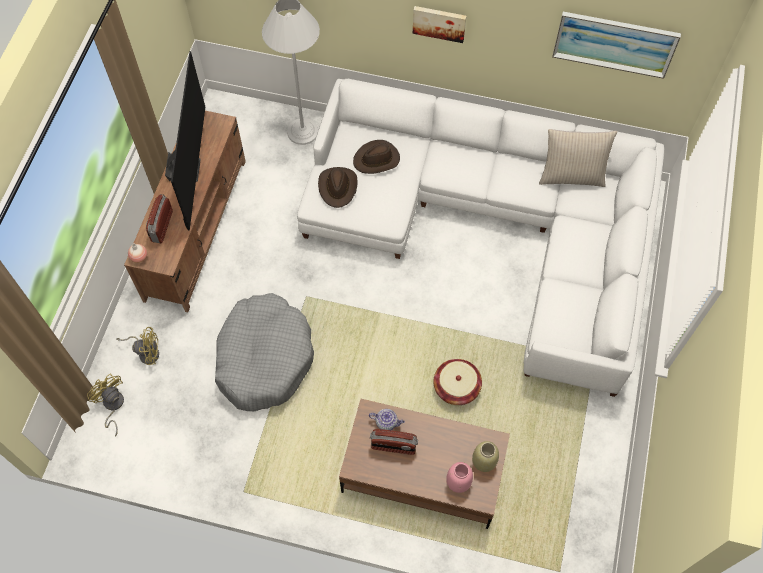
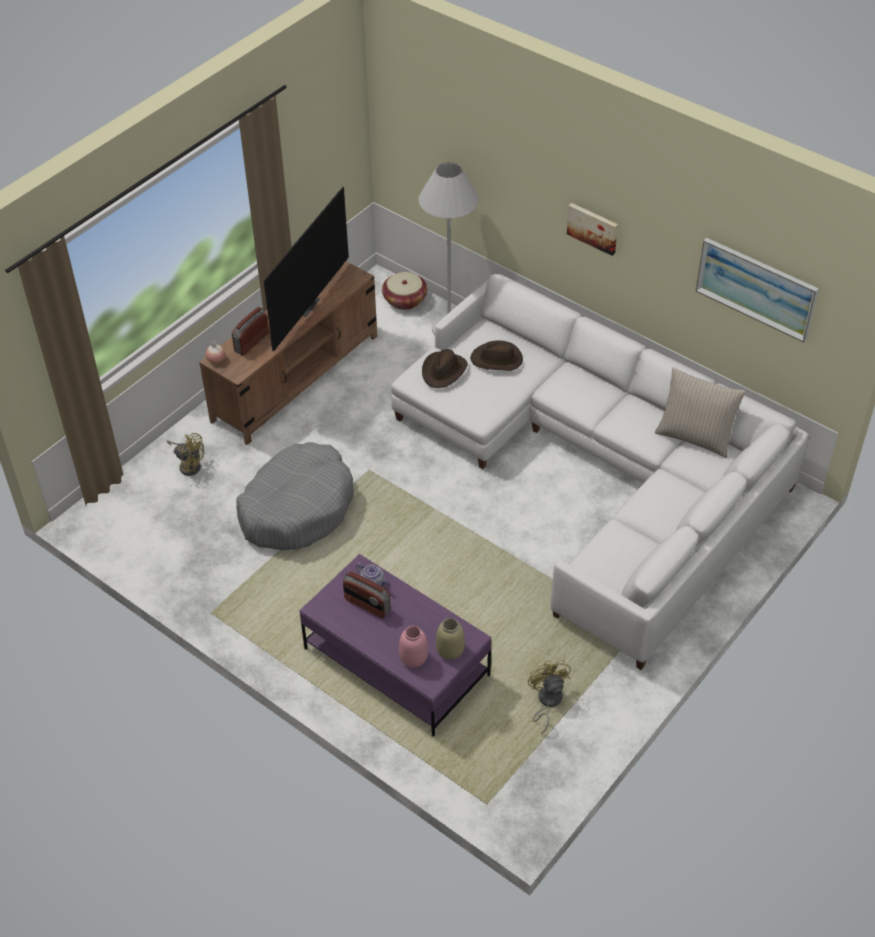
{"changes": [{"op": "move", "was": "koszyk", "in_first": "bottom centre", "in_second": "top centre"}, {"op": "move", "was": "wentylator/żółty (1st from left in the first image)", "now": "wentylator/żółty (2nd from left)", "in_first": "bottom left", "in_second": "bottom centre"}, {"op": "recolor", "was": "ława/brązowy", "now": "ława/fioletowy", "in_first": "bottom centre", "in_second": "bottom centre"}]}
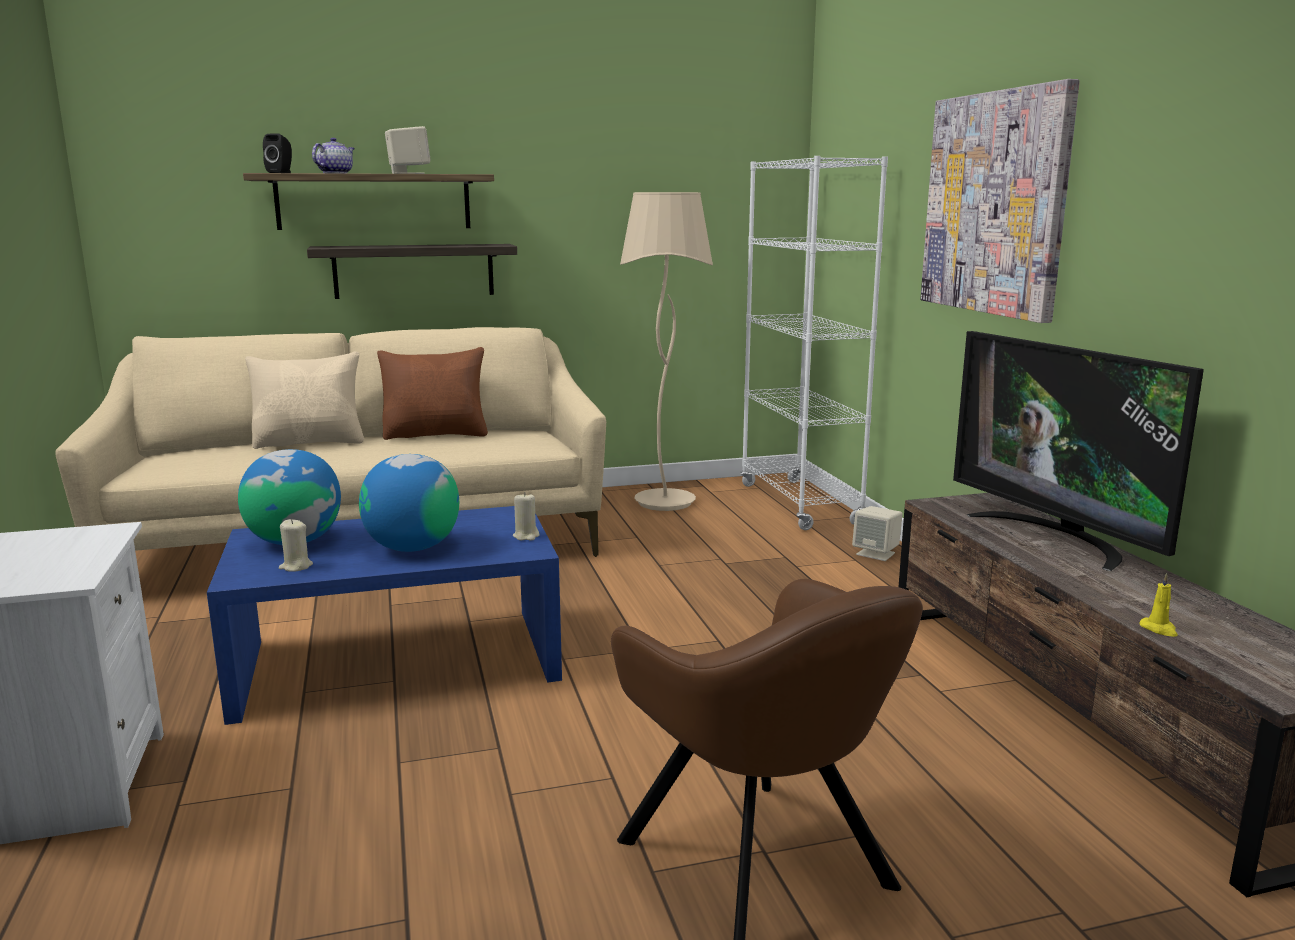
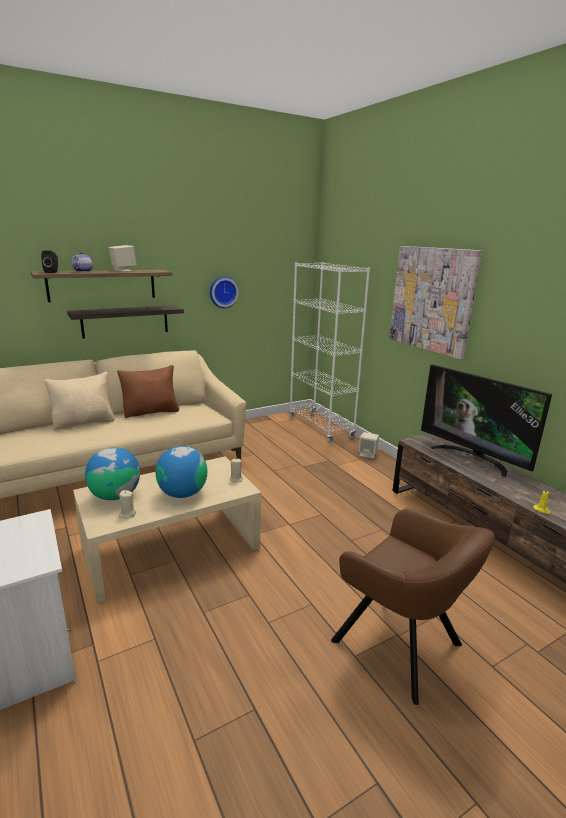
{"changes": [{"op": "delete", "was": "lampa stojąca/beżowy", "in_first": "centre"}, {"op": "recolor", "was": "ława/niebieski", "now": "ława/beżowy", "in_first": "middle left", "in_second": "middle left"}, {"op": "insert", "now": "zegar ścienny", "in_second": "centre"}]}
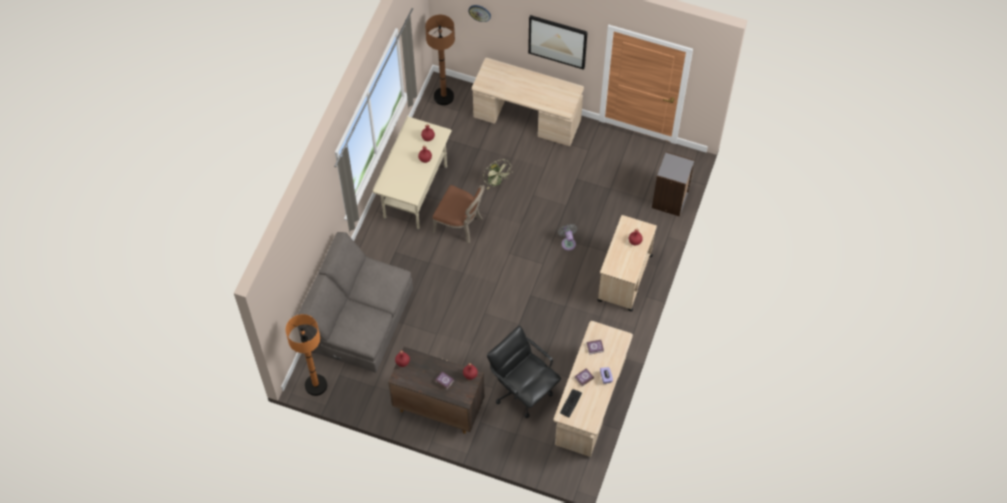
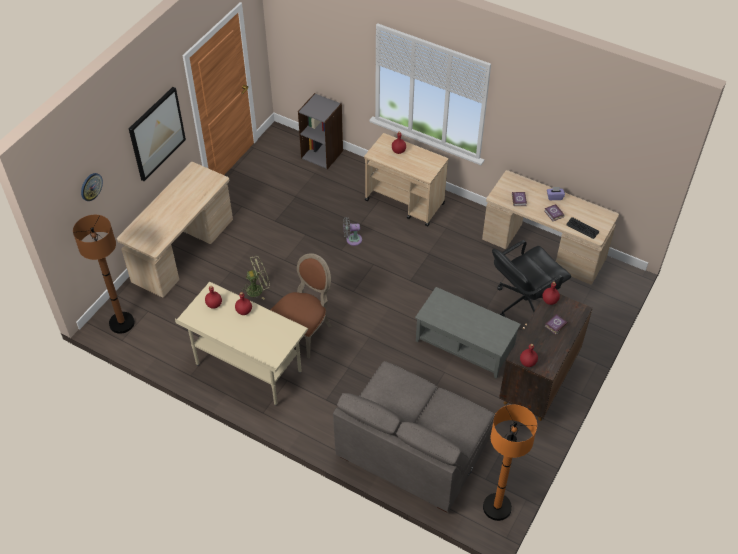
{"changes": [{"op": "insert", "now": "ława/szary", "in_second": "centre"}]}
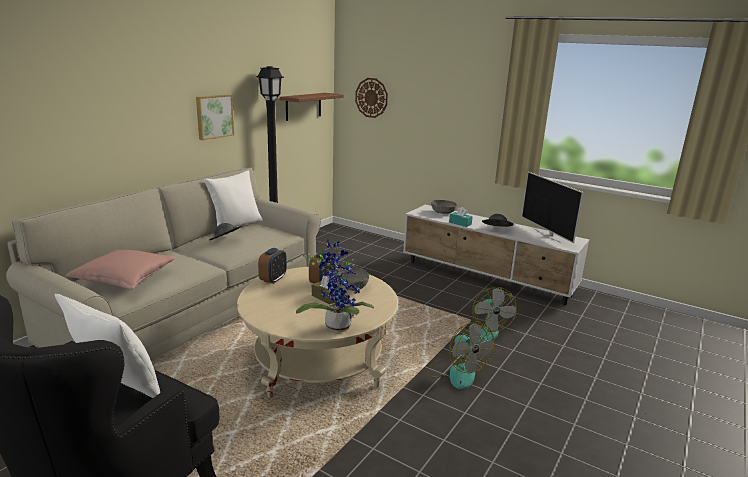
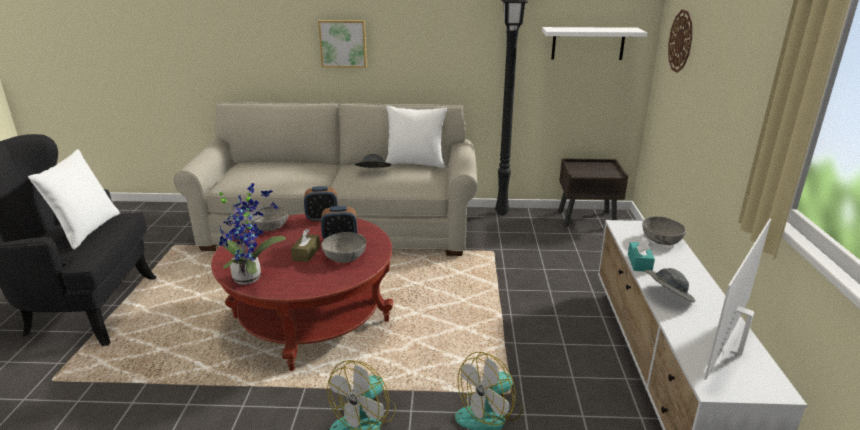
{"changes": [{"op": "recolor", "was": "półka/brązowy", "now": "półka/biały", "in_first": "top centre", "in_second": "top right"}, {"op": "move", "was": "obraz", "in_first": "top left", "in_second": "top centre"}, {"op": "delete", "was": "poduszka/różowy", "in_first": "middle left"}, {"op": "recolor", "was": "ława/beżowy", "now": "ława/czerwony", "in_first": "bottom centre", "in_second": "bottom centre"}, {"op": "insert", "now": "szafka nocna/brązowy", "in_second": "middle right"}, {"op": "insert", "now": "miska/szary (1st from left)", "in_second": "middle left"}]}
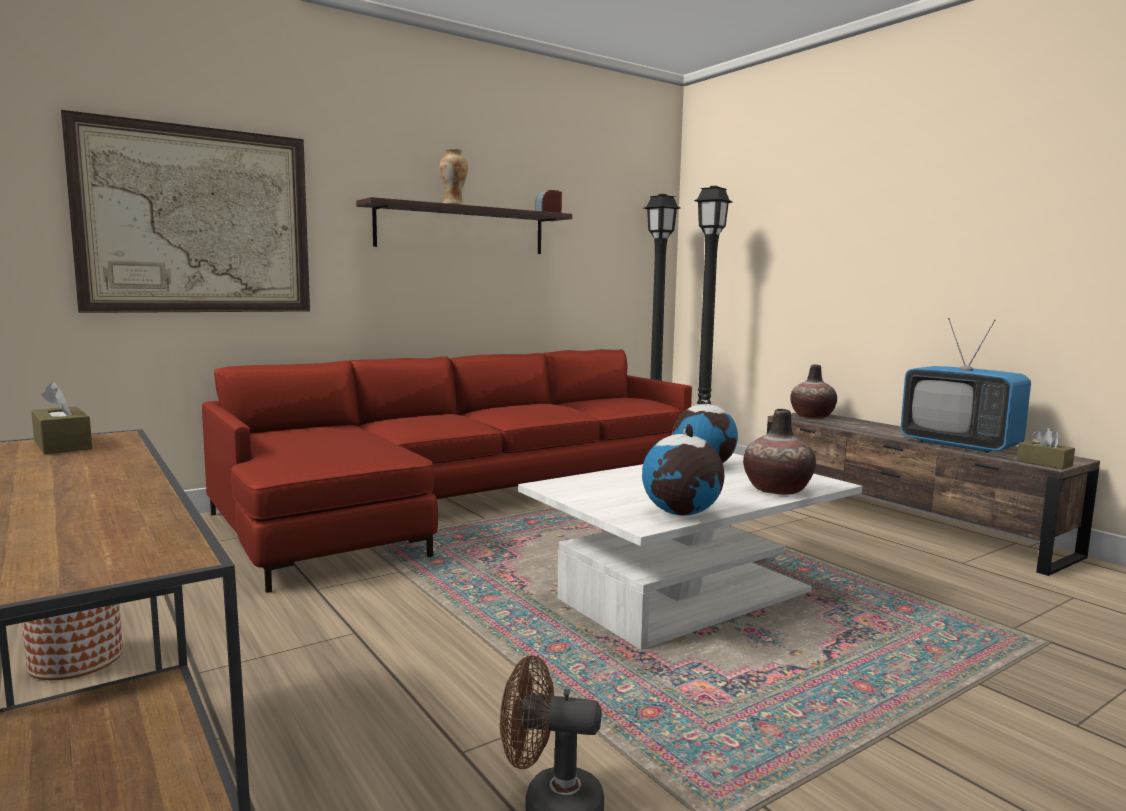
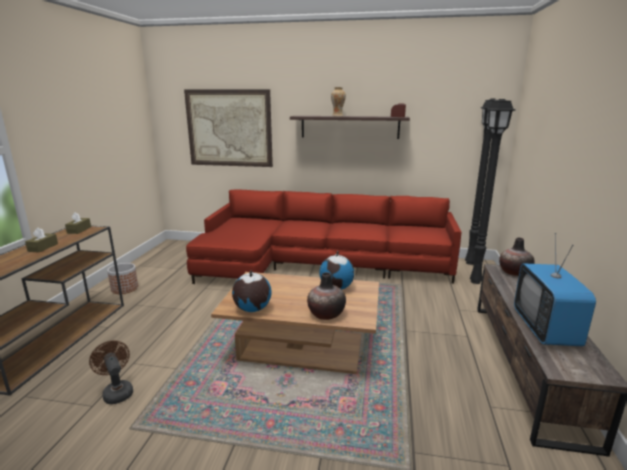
{"changes": [{"op": "move", "was": "pudełko chusteczek/brązowy (2nd from left in the first image)", "now": "pudełko chusteczek/brązowy (1st from left)", "in_first": "middle right", "in_second": "middle left"}, {"op": "recolor", "was": "ława/biały", "now": "ława/brązowy", "in_first": "bottom centre", "in_second": "bottom centre"}]}
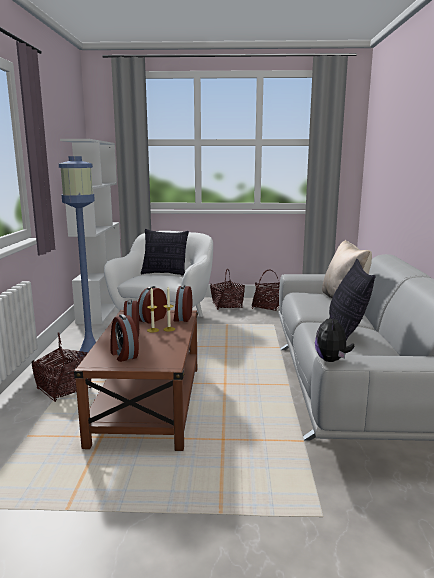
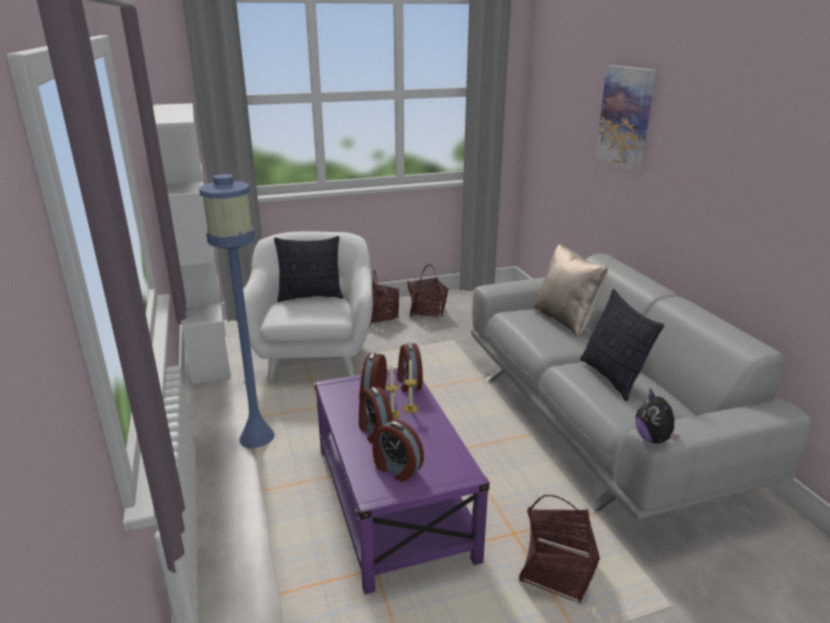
{"changes": [{"op": "recolor", "was": "ława/brązowy", "now": "ława/fioletowy", "in_first": "middle left", "in_second": "bottom centre"}, {"op": "move", "was": "koszyk (1st from left in the first image)", "now": "koszyk (3rd from left)", "in_first": "middle left", "in_second": "bottom right"}, {"op": "insert", "now": "obraz", "in_second": "top right"}]}
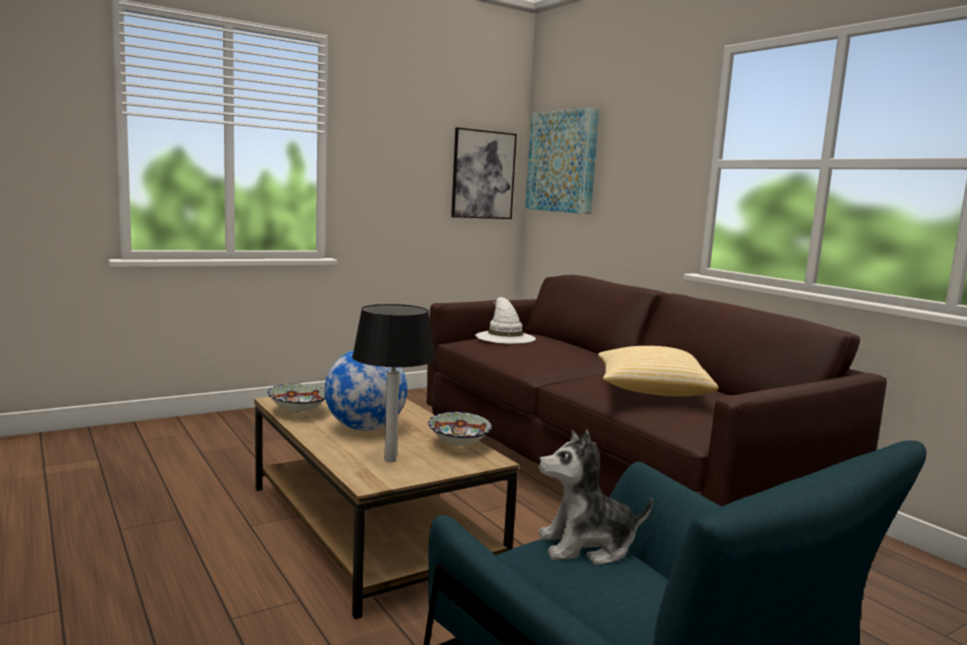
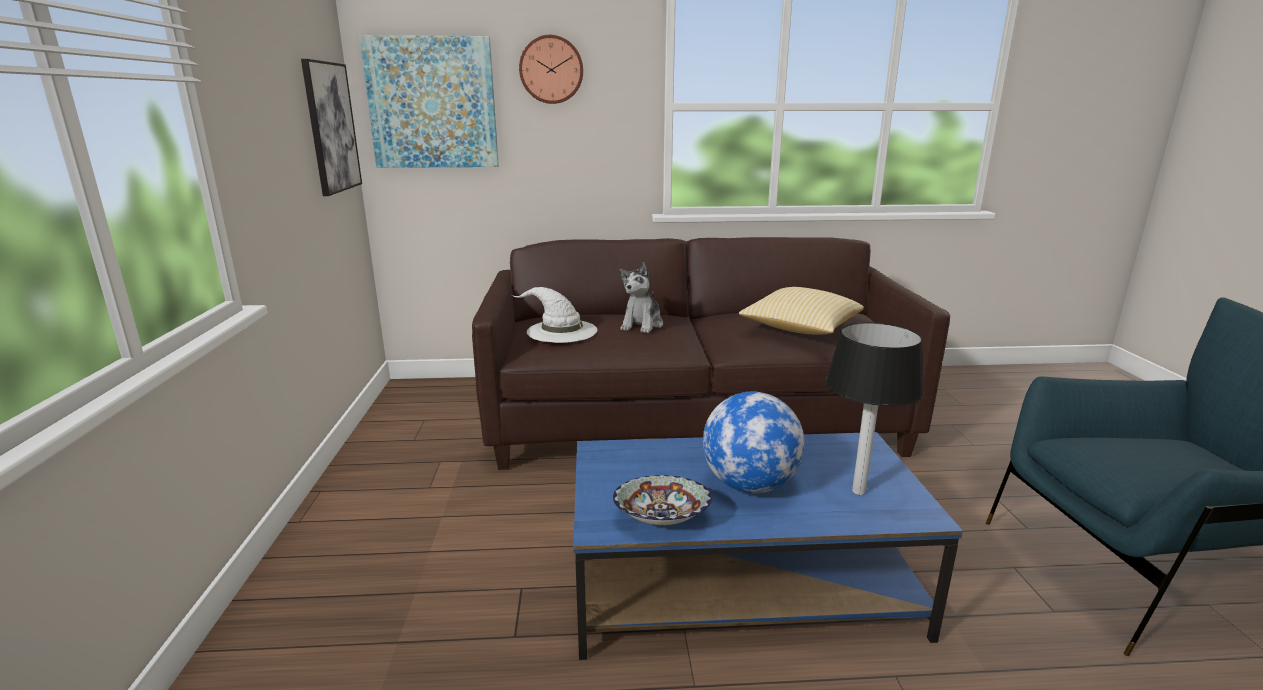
{"changes": [{"op": "recolor", "was": "ława/brązowy", "now": "ława/niebieski", "in_first": "bottom centre", "in_second": "bottom centre"}, {"op": "delete", "was": "miska (2nd from left)", "in_first": "centre"}, {"op": "move", "was": "pluszak", "in_first": "bottom centre", "in_second": "centre"}, {"op": "insert", "now": "zegar ścienny", "in_second": "top centre"}]}
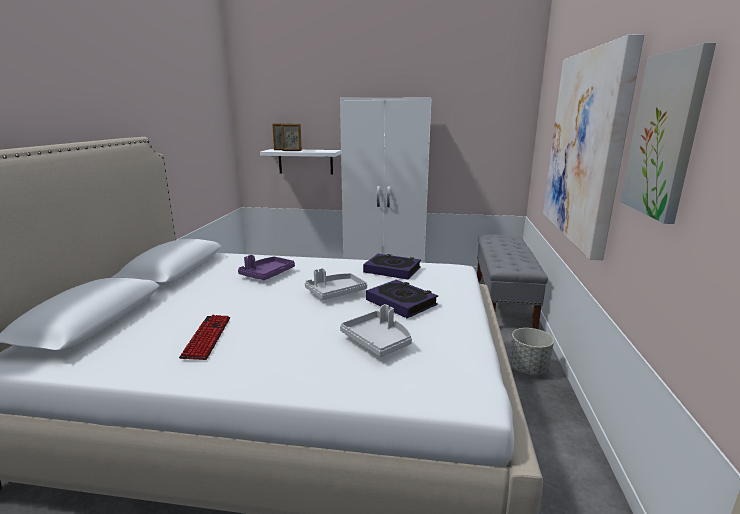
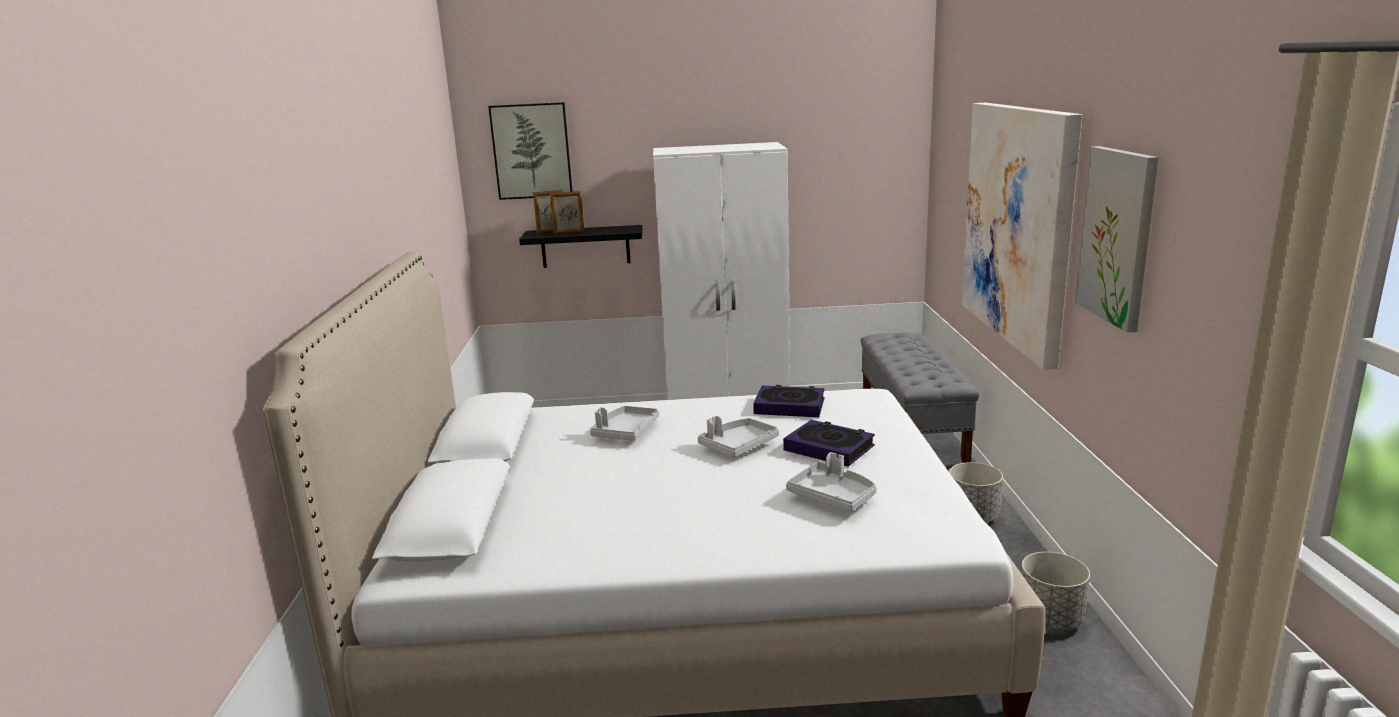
{"changes": [{"op": "recolor", "was": "półka/biały", "now": "półka/czarny", "in_first": "top centre", "in_second": "centre"}, {"op": "recolor", "was": "taca/fioletowy", "now": "taca/szary (1st from left)", "in_first": "centre", "in_second": "centre"}, {"op": "delete", "was": "klawiatura", "in_first": "middle left"}, {"op": "insert", "now": "obraz (1st from left)", "in_second": "top centre"}, {"op": "insert", "now": "donica/szary (2nd from left)", "in_second": "bottom right"}]}
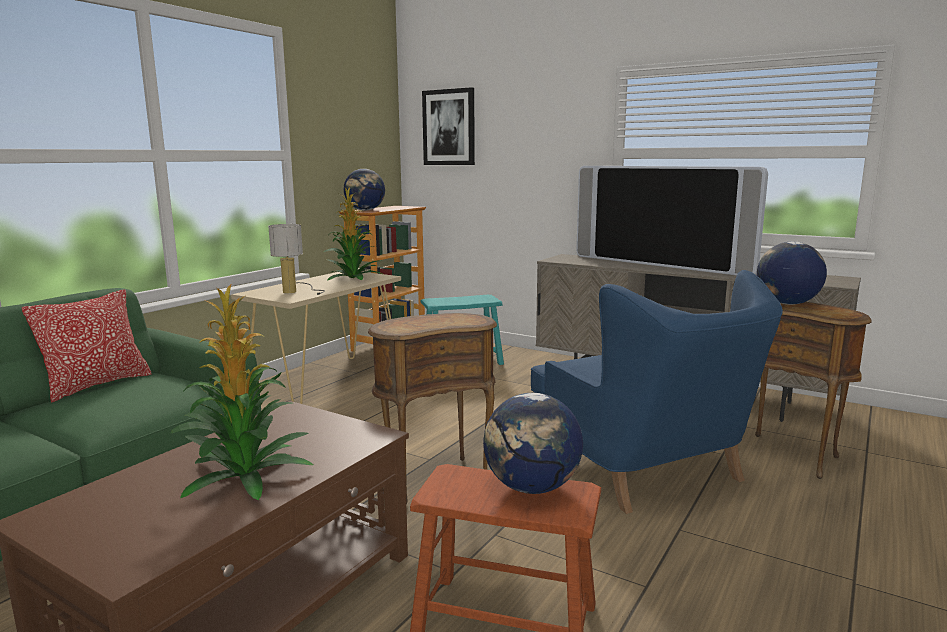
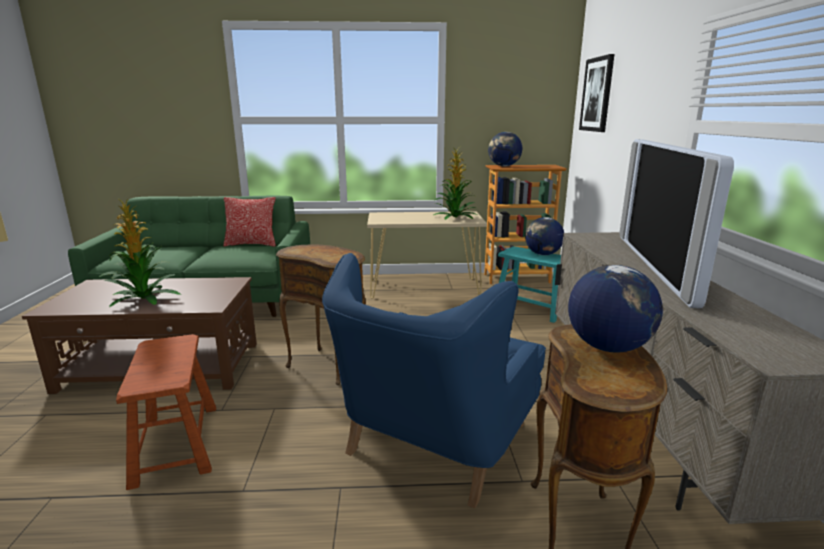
{"changes": [{"op": "delete", "was": "lampa stołowa", "in_first": "middle left"}, {"op": "move", "was": "globus (2nd from left)", "in_first": "bottom centre", "in_second": "centre"}]}
